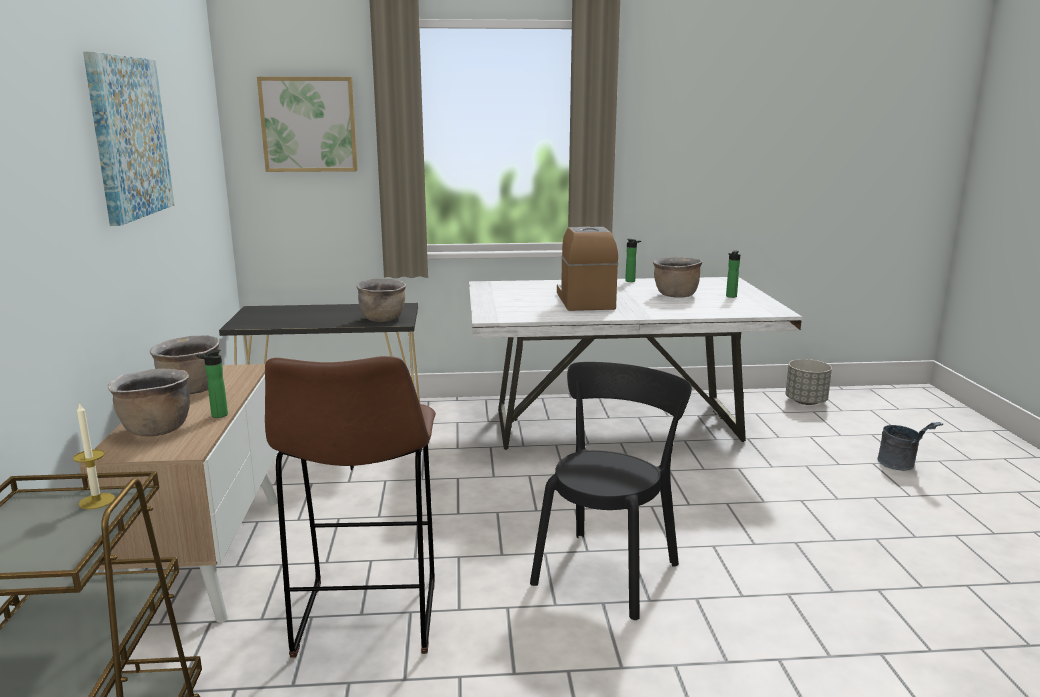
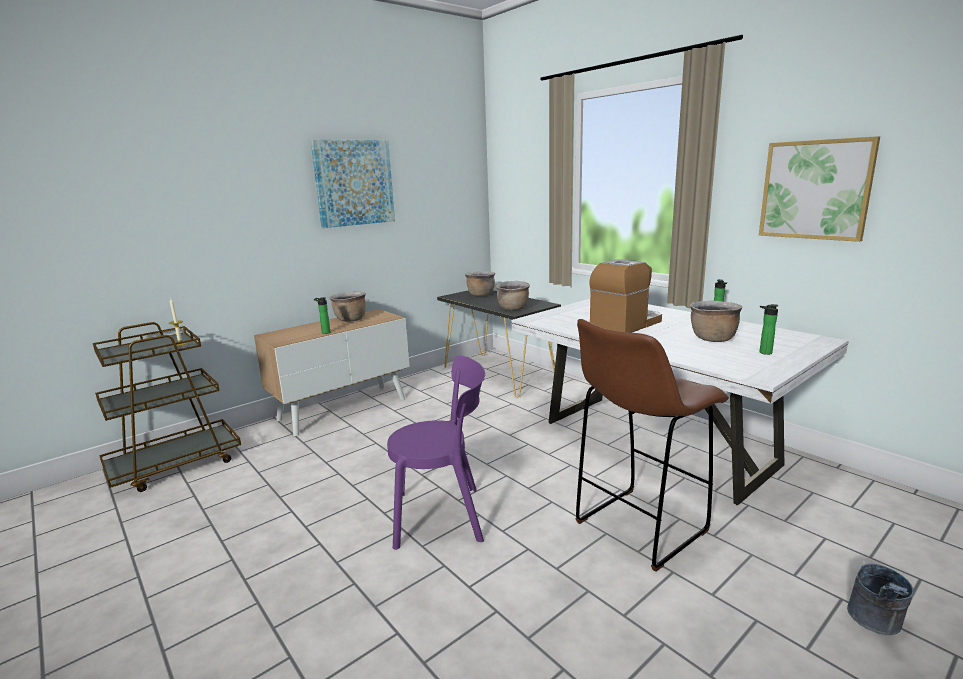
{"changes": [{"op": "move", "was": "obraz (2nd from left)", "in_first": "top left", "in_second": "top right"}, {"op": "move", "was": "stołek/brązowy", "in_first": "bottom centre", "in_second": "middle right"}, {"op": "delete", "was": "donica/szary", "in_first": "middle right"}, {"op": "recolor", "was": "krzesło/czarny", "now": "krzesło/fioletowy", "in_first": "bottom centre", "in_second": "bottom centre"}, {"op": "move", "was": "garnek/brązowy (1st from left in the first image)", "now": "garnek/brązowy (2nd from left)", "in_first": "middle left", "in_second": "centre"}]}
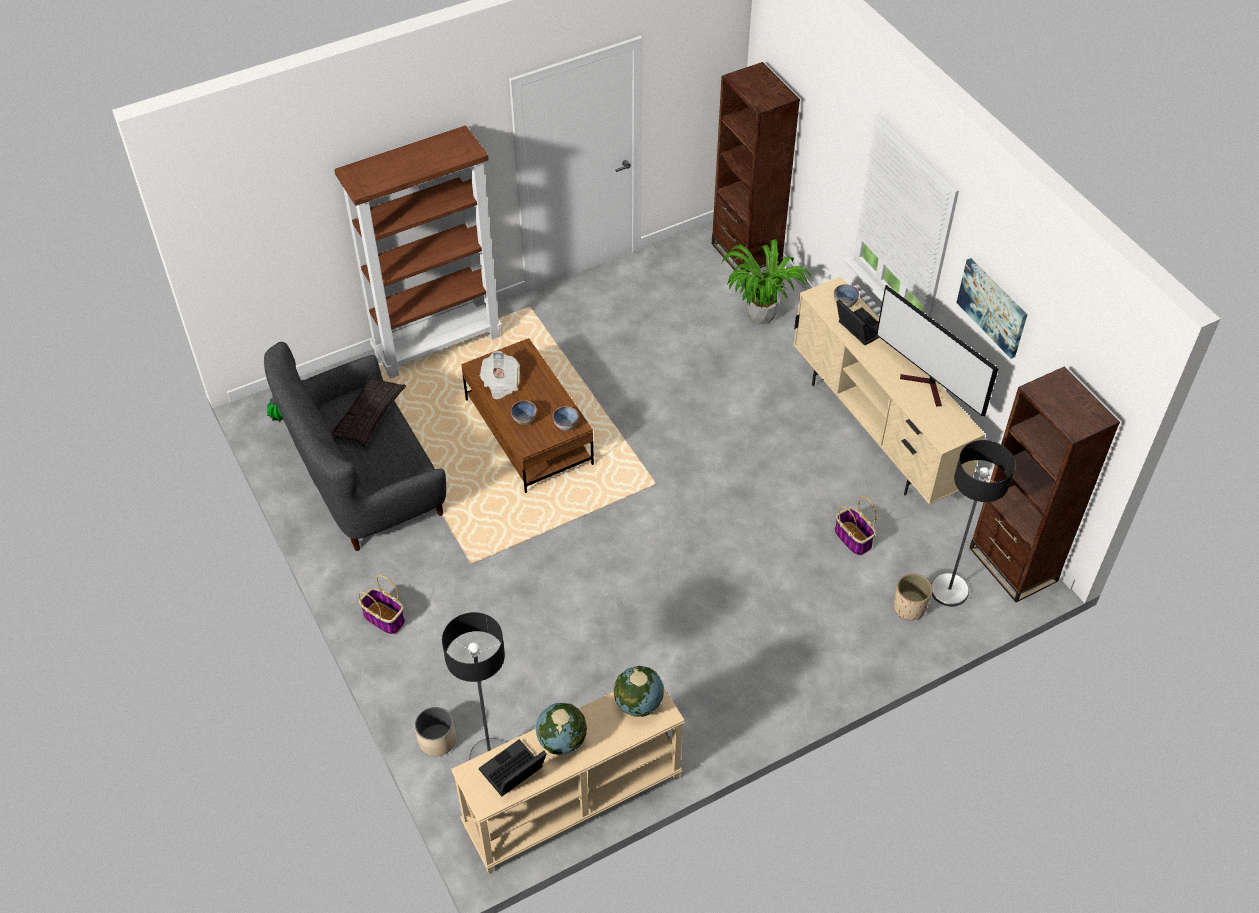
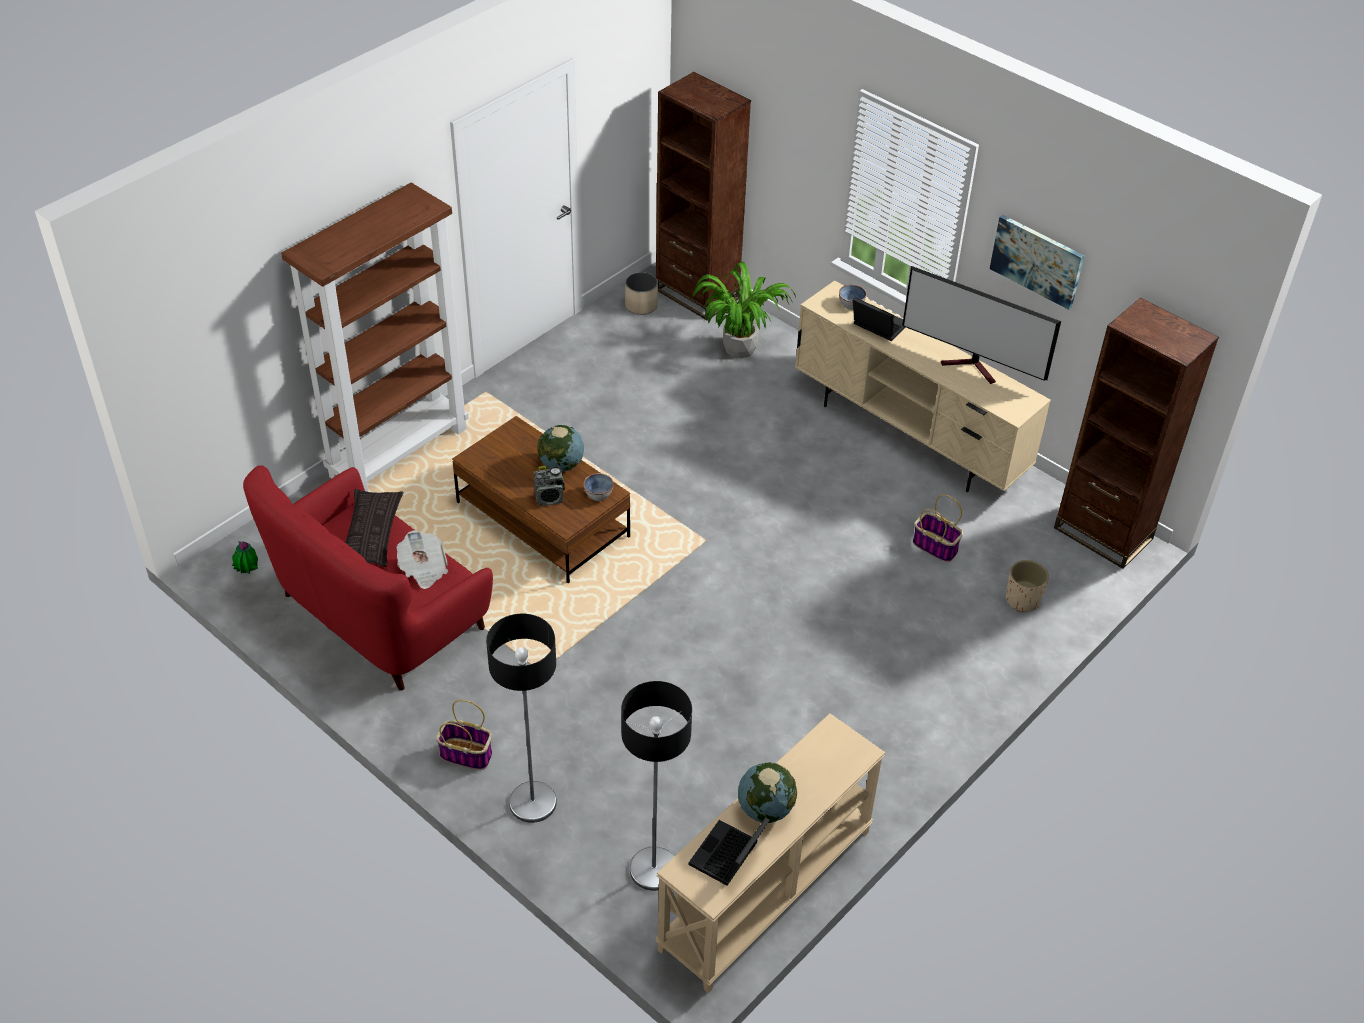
{"changes": [{"op": "recolor", "was": "kanapa/szary", "now": "kanapa/czerwony", "in_first": "middle left", "in_second": "middle left"}, {"op": "move", "was": "gazeta", "in_first": "centre", "in_second": "middle left"}, {"op": "replace", "was": "miska (1st from left)", "now": "radio", "in_first": "centre", "in_second": "centre"}, {"op": "move", "was": "lampa stojąca (2nd from left in the first image)", "now": "lampa stojąca (1st from left)", "in_first": "middle right", "in_second": "bottom centre"}, {"op": "move", "was": "globus (2nd from left in the first image)", "now": "globus (1st from left)", "in_first": "bottom centre", "in_second": "centre"}, {"op": "move", "was": "donica/beżowy (1st from left)", "in_first": "bottom centre", "in_second": "top centre"}]}
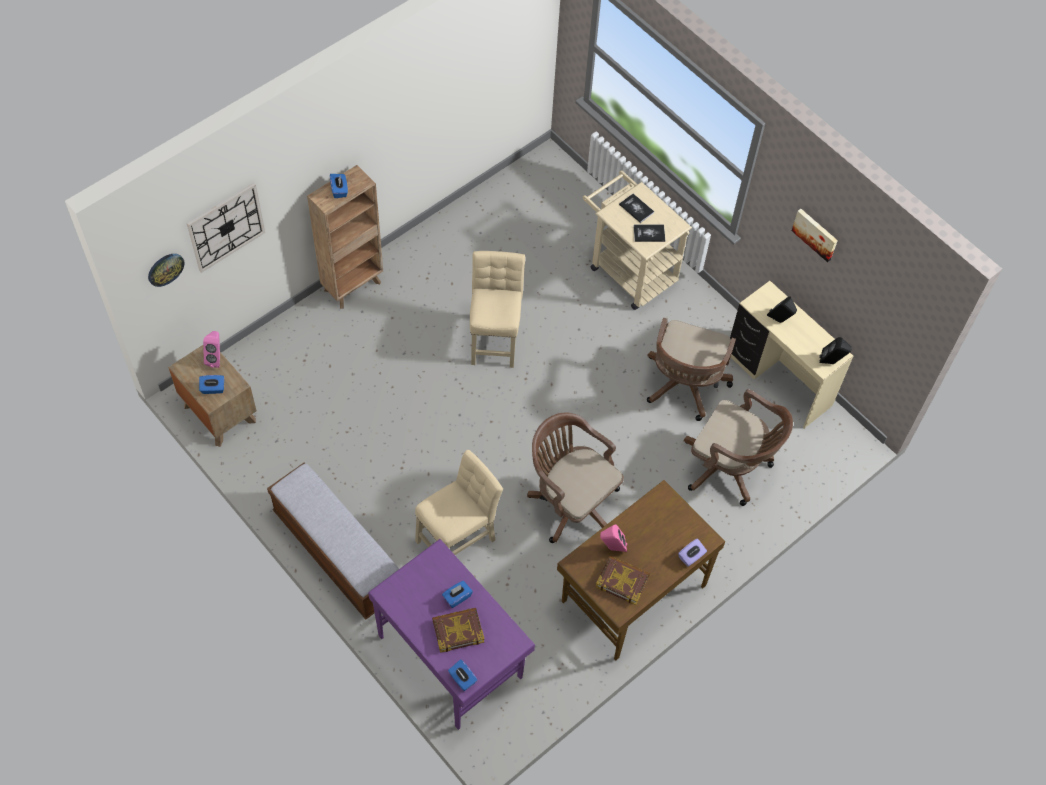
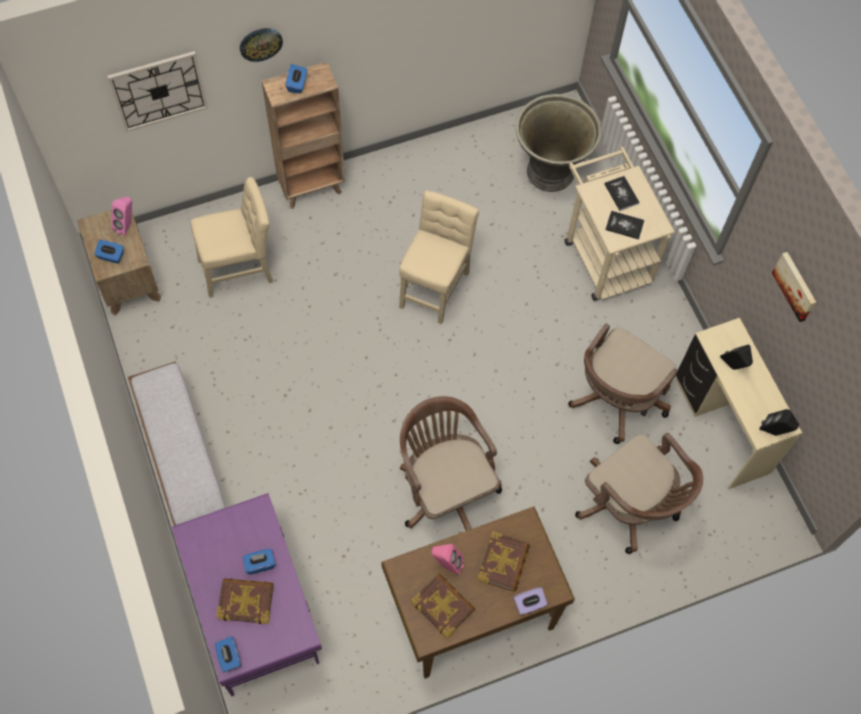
{"changes": [{"op": "move", "was": "zegar ścienny (1st from left in the first image)", "now": "zegar ścienny (2nd from left)", "in_first": "middle left", "in_second": "top left"}, {"op": "move", "was": "krzesło/beżowy (1st from left)", "in_first": "centre", "in_second": "top left"}, {"op": "insert", "now": "donica/szary", "in_second": "top centre"}, {"op": "insert", "now": "książka (3rd from left)", "in_second": "bottom centre"}]}
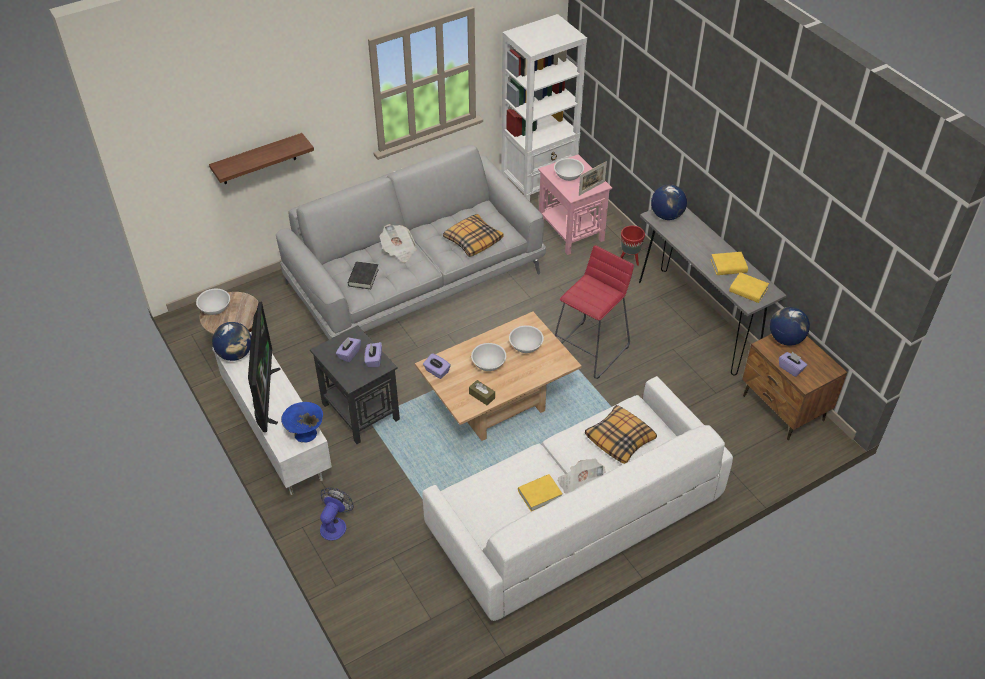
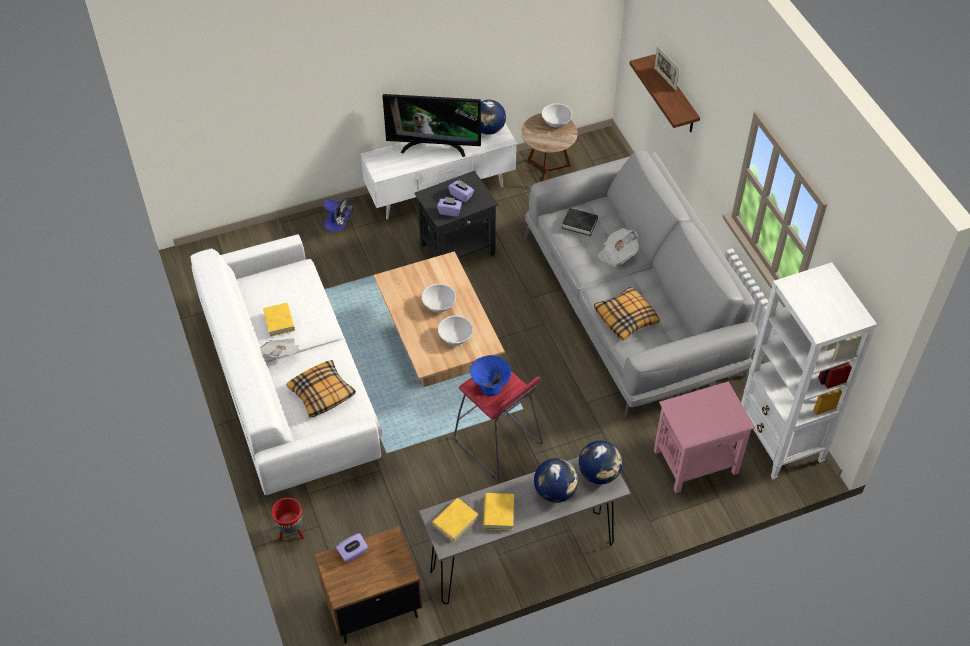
{"changes": [{"op": "delete", "was": "miska/biały (4th from left)", "in_first": "top centre"}, {"op": "move", "was": "ramka na zdjęcie", "in_first": "top centre", "in_second": "top right"}, {"op": "move", "was": "donica/czerwony", "in_first": "centre", "in_second": "bottom left"}, {"op": "move", "was": "globus (3rd from left in the first image)", "now": "globus (2nd from left)", "in_first": "middle right", "in_second": "bottom centre"}, {"op": "delete", "was": "pudełko chusteczek/fioletowy (3rd from left)", "in_first": "centre"}, {"op": "delete", "was": "pudełko chusteczek/brązowy", "in_first": "centre"}, {"op": "move", "was": "miska/niebieski", "in_first": "middle left", "in_second": "centre"}]}
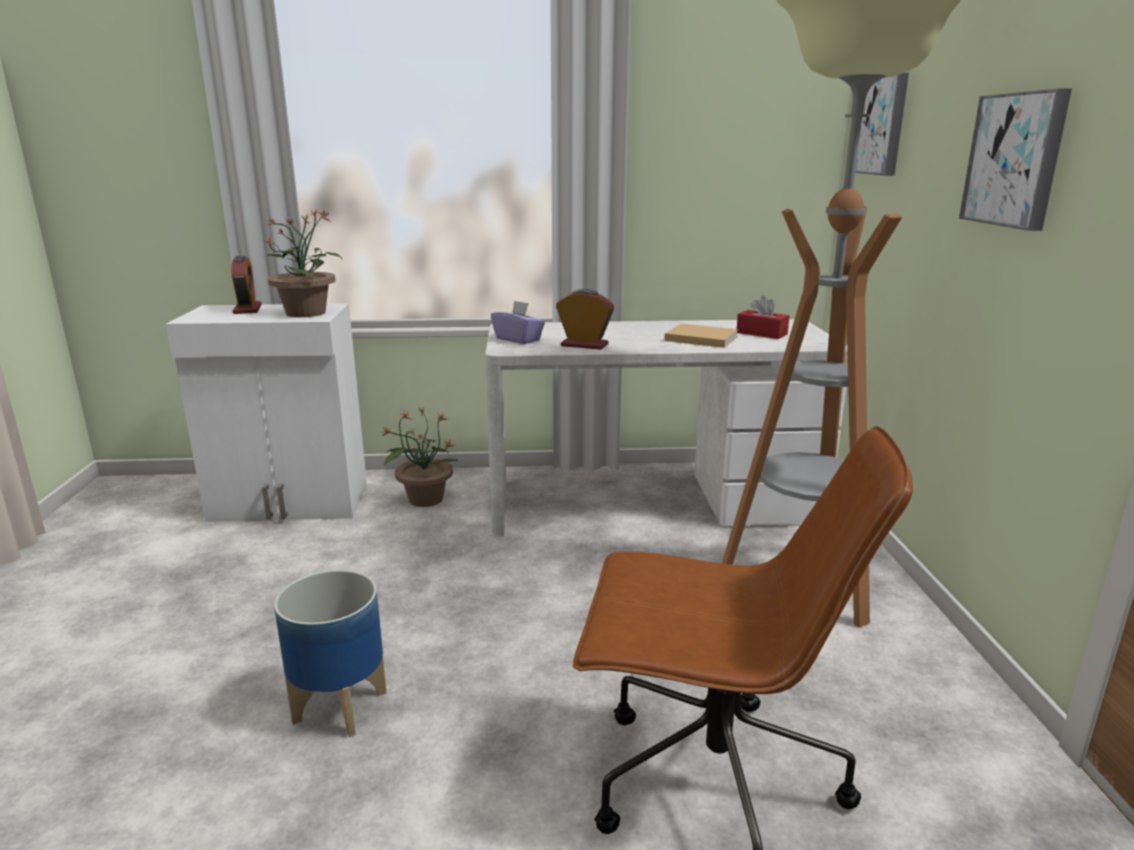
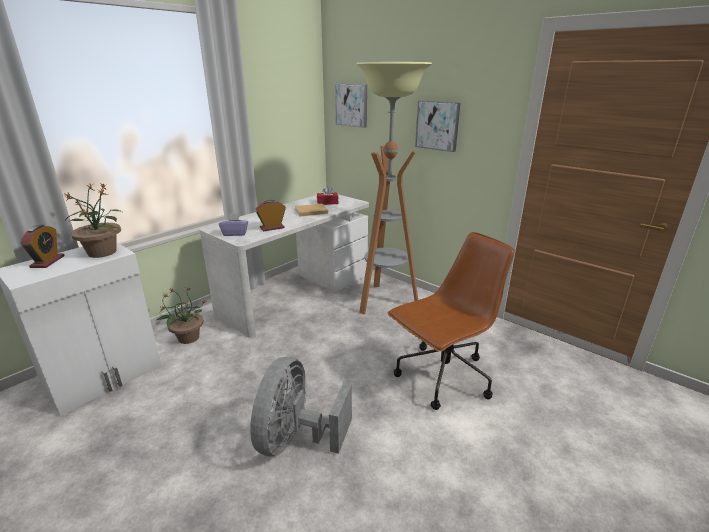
{"changes": [{"op": "rotate", "was": "budzik (1st from left)", "in_first": "middle left", "in_second": "middle left", "clockwise": 60}, {"op": "replace", "was": "donica", "now": "wentylator/szary", "in_first": "bottom left", "in_second": "bottom centre"}]}
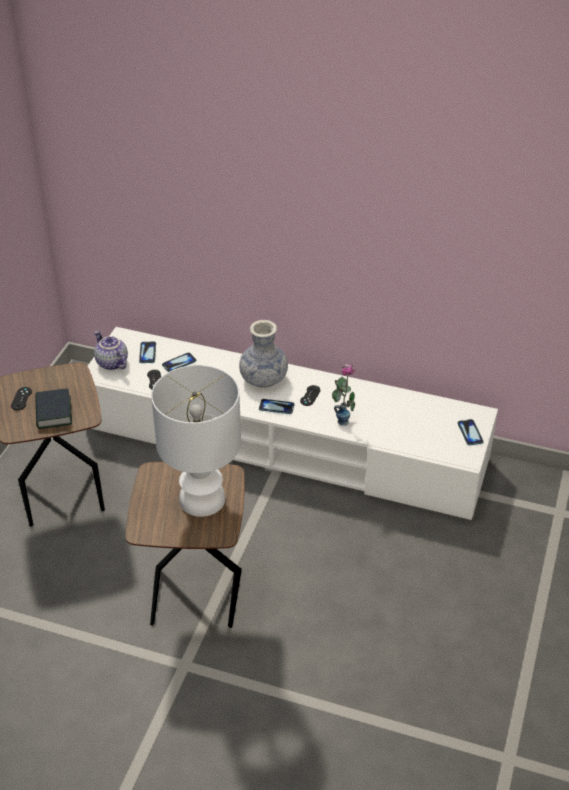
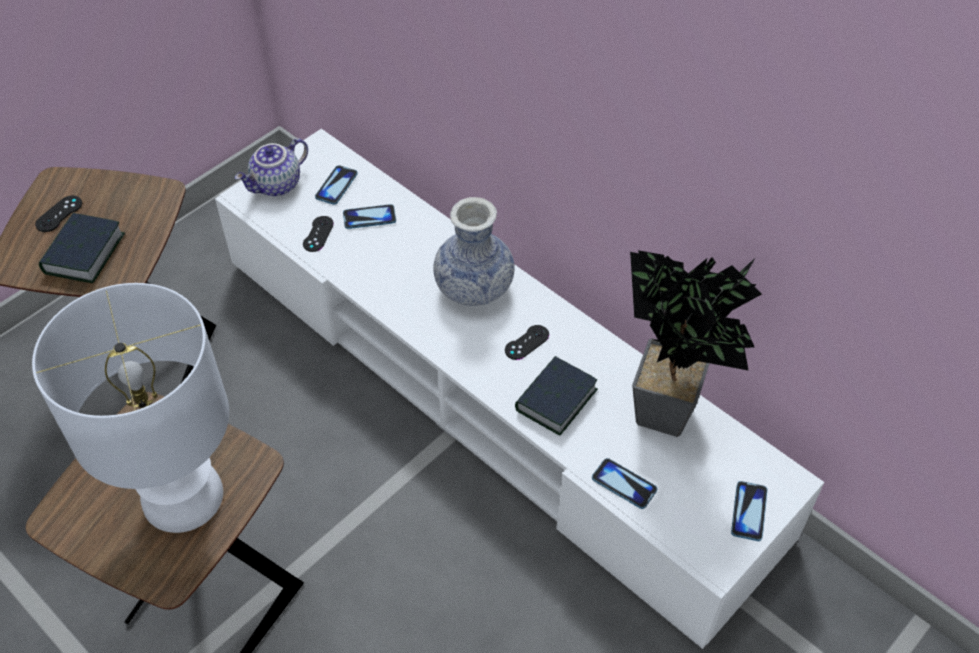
{"changes": [{"op": "rotate", "was": "imbryk", "in_first": "middle left", "in_second": "top left", "clockwise": -120}, {"op": "replace", "was": "wazon (2nd from left)", "now": "książka (2nd from left)", "in_first": "centre", "in_second": "centre"}, {"op": "move", "was": "telefon (3rd from left)", "in_first": "centre", "in_second": "bottom centre"}, {"op": "insert", "now": "roślina doniczkowa", "in_second": "middle right"}]}
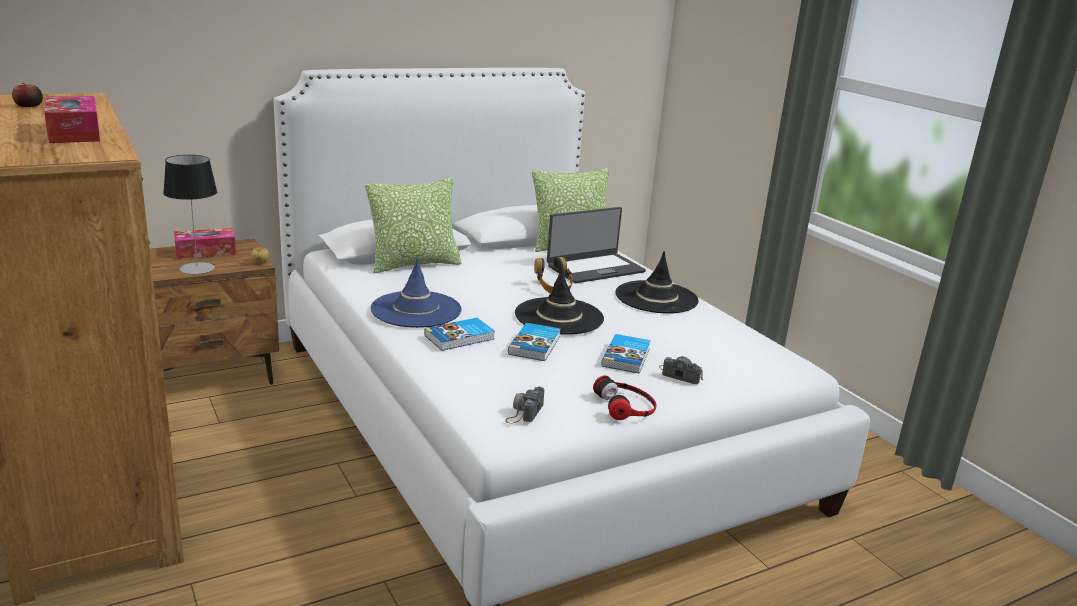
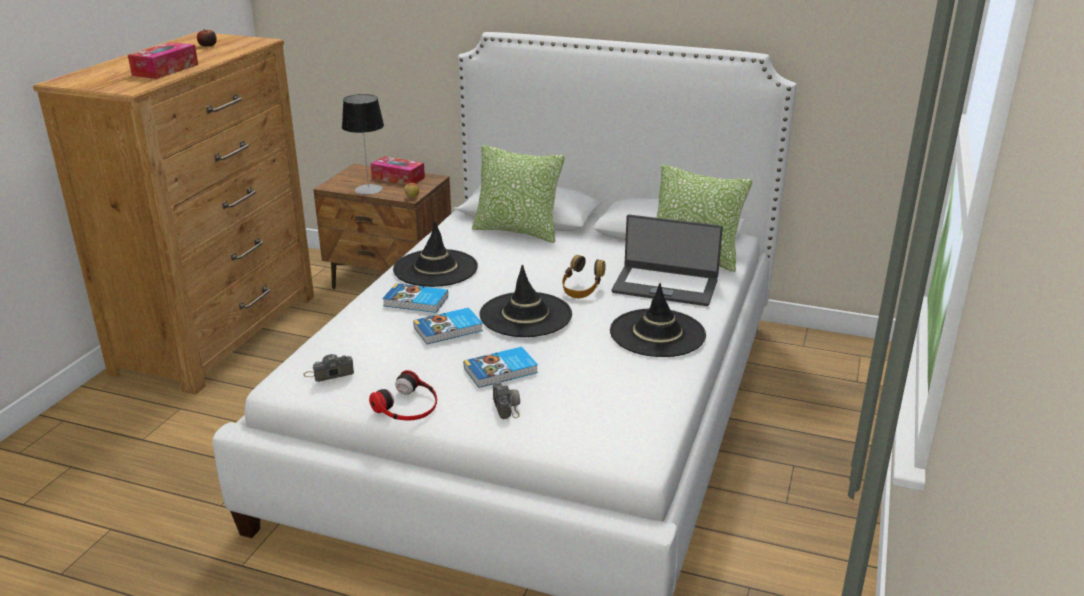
{"changes": [{"op": "recolor", "was": "kapelusz/niebieski", "now": "kapelusz/czarny (1st from left)", "in_first": "centre", "in_second": "centre"}]}
